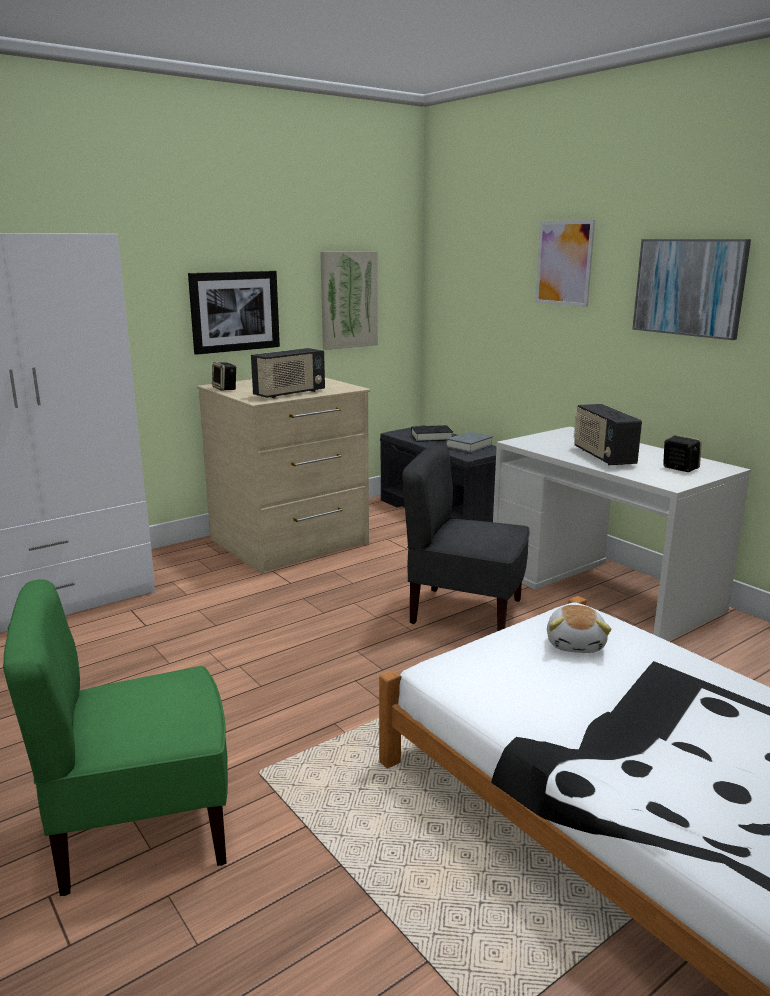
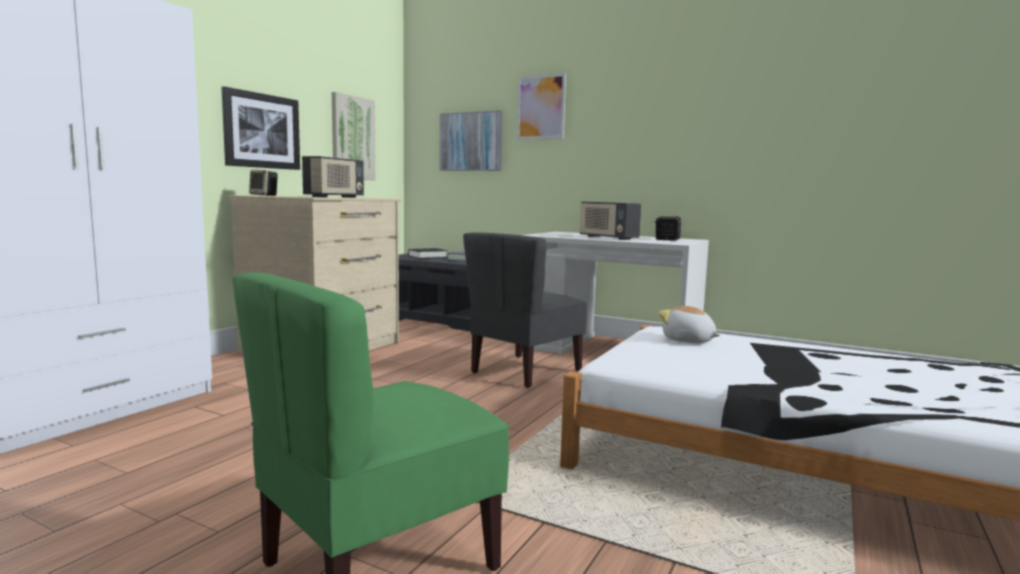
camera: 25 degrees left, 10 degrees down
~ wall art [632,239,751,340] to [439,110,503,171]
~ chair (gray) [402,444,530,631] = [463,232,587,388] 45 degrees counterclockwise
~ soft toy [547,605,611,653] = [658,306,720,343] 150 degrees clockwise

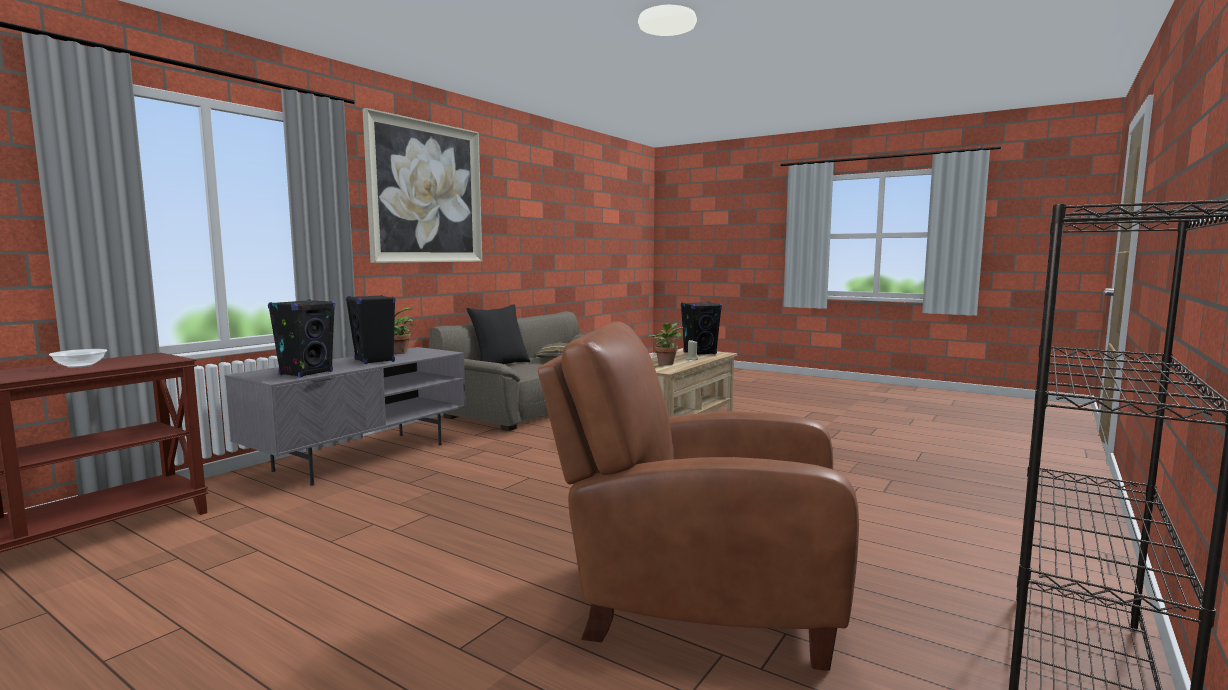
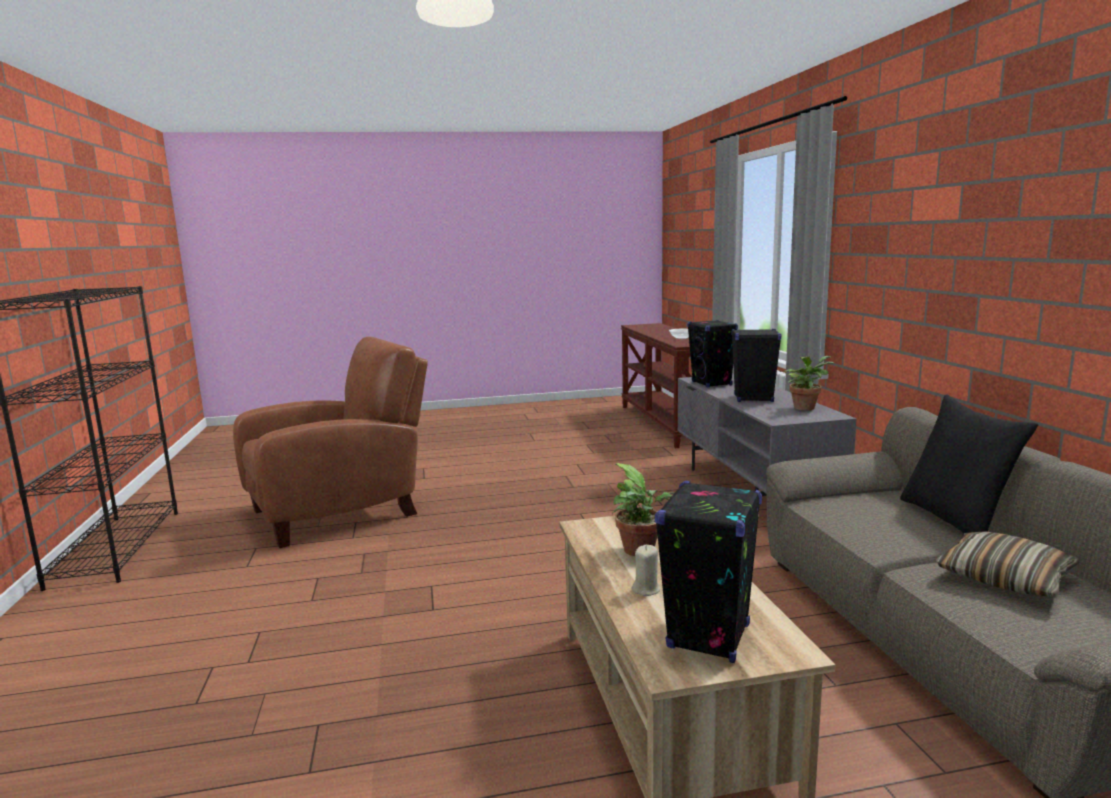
camera: 135 degrees right, 5 degrees up
- wall art [362,108,482,263]

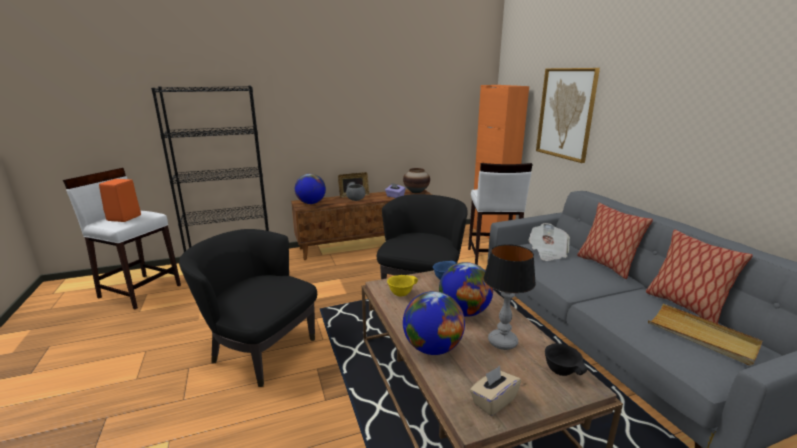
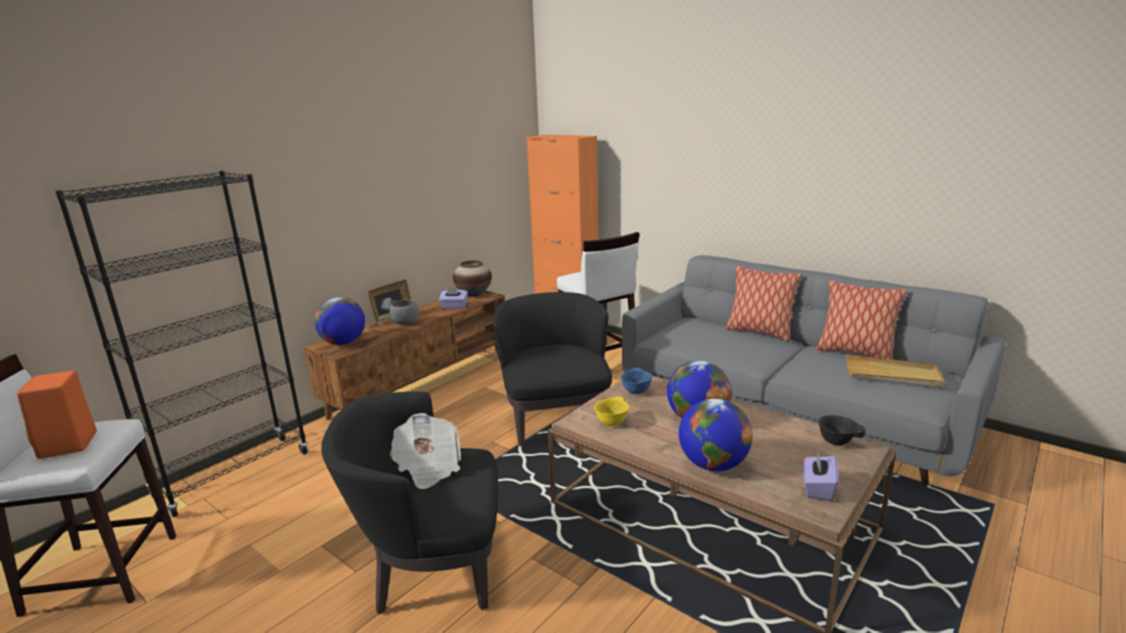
camera: 30 degrees left, 0 degrees up
- table lamp [484,244,536,350]
- wall art [536,68,600,163]
~ daily paper [528,223,570,261] to [390,413,461,489]
~ box of tissues (beige-coloured) [470,366,521,416] to box of tissues (purple-coloured) [803,451,839,501]

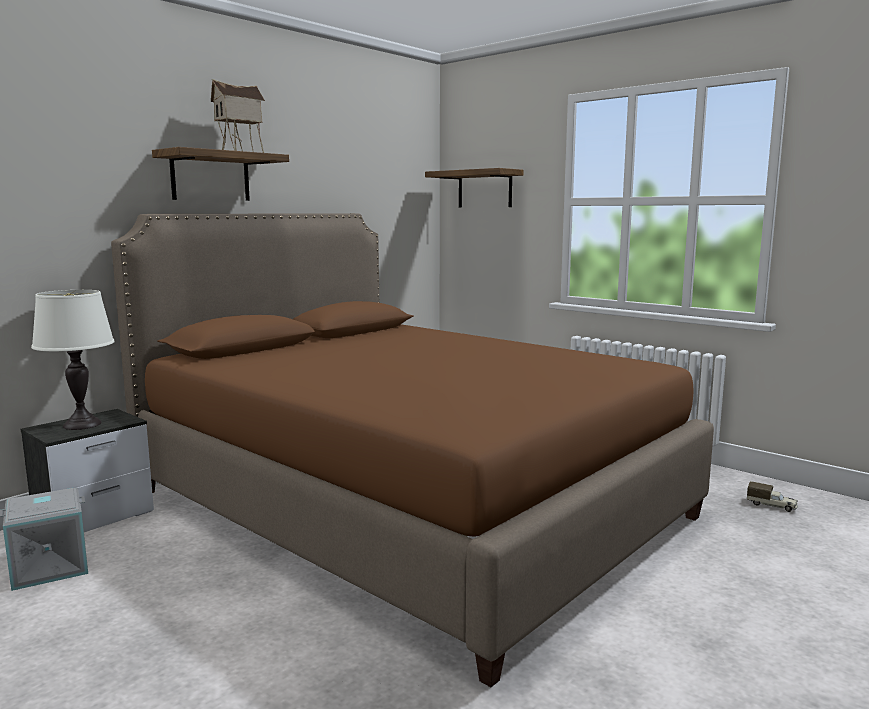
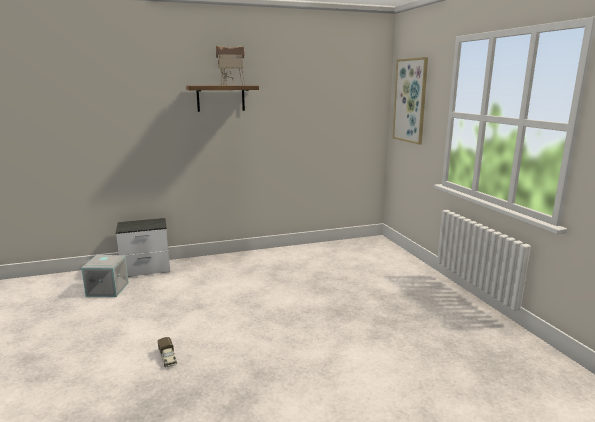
camera: 30 degrees right, 5 degrees up
- table lamp (white) [31,290,115,430]
- bedroom bed (brown) [111,213,714,687]
~ model truck [747,481,798,512] to [158,337,177,367]
~ wall shelf [425,168,524,207] to wall art [393,57,428,144]

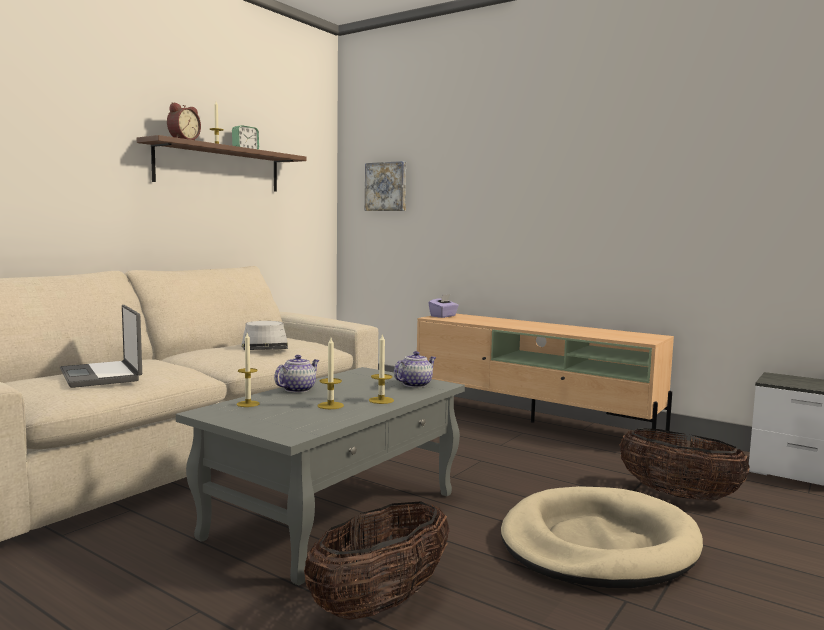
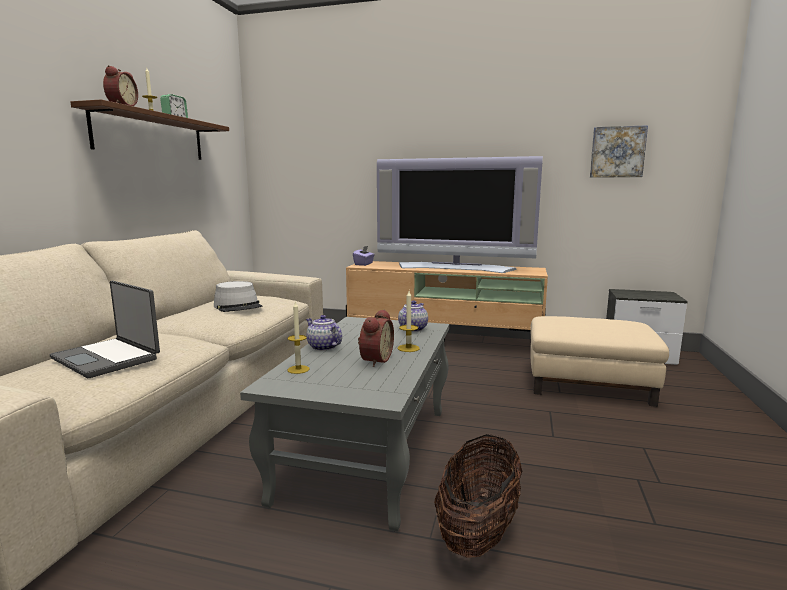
camera: 20 degrees left, 5 degrees up
- dog cushion (beige-coloured) [501,486,703,588]
+ television [377,156,543,273]
~ wall art [365,161,406,211] to [590,125,648,178]
~ wax candle [317,338,344,409] to bedside clock [358,309,394,367]
~ basket [619,428,750,501] to pouffe (beige-coloured) [530,316,669,407]
~ pot for tea [274,355,319,393] = [306,315,342,351] 60 degrees counterclockwise

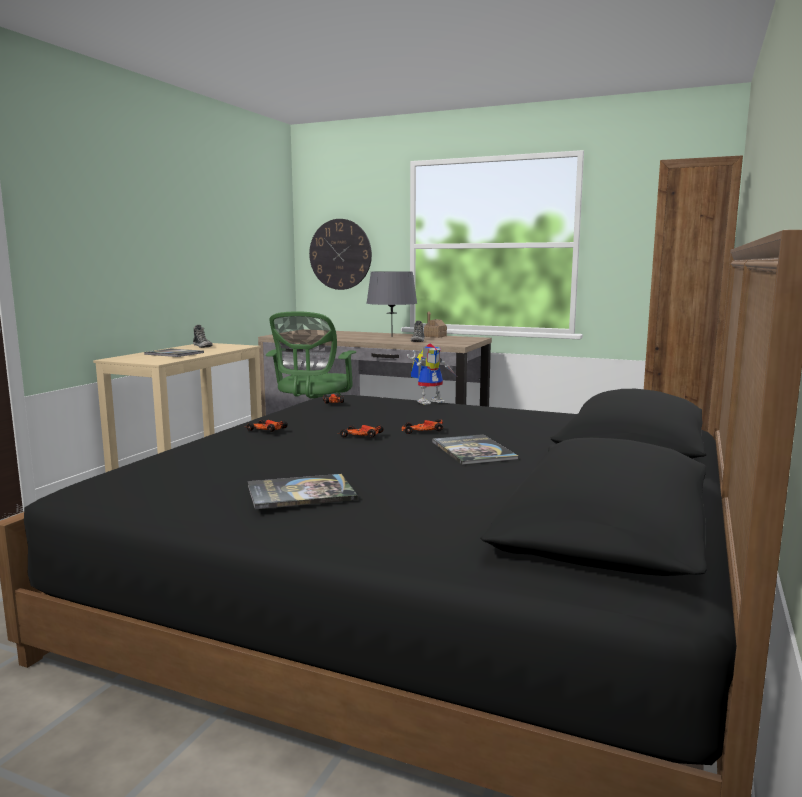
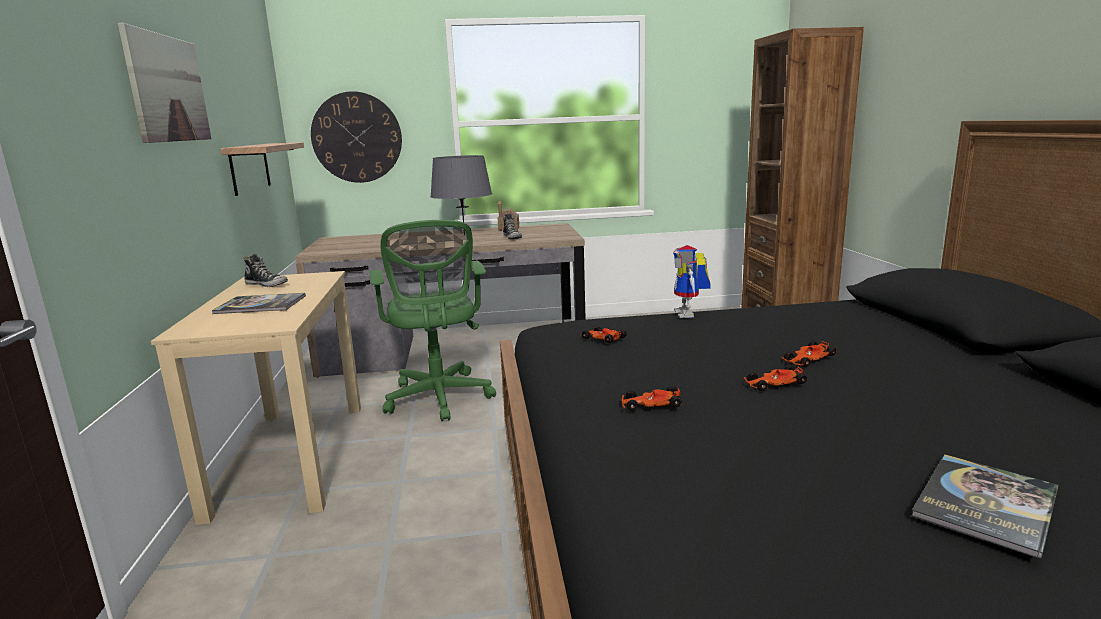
camera: 30 degrees left, 5 degrees up
- bound book [432,434,518,465]
+ wall art [118,23,211,143]
+ wall shelf [221,142,304,196]
~ robot figure [407,343,456,405] = [673,245,711,318] 150 degrees clockwise

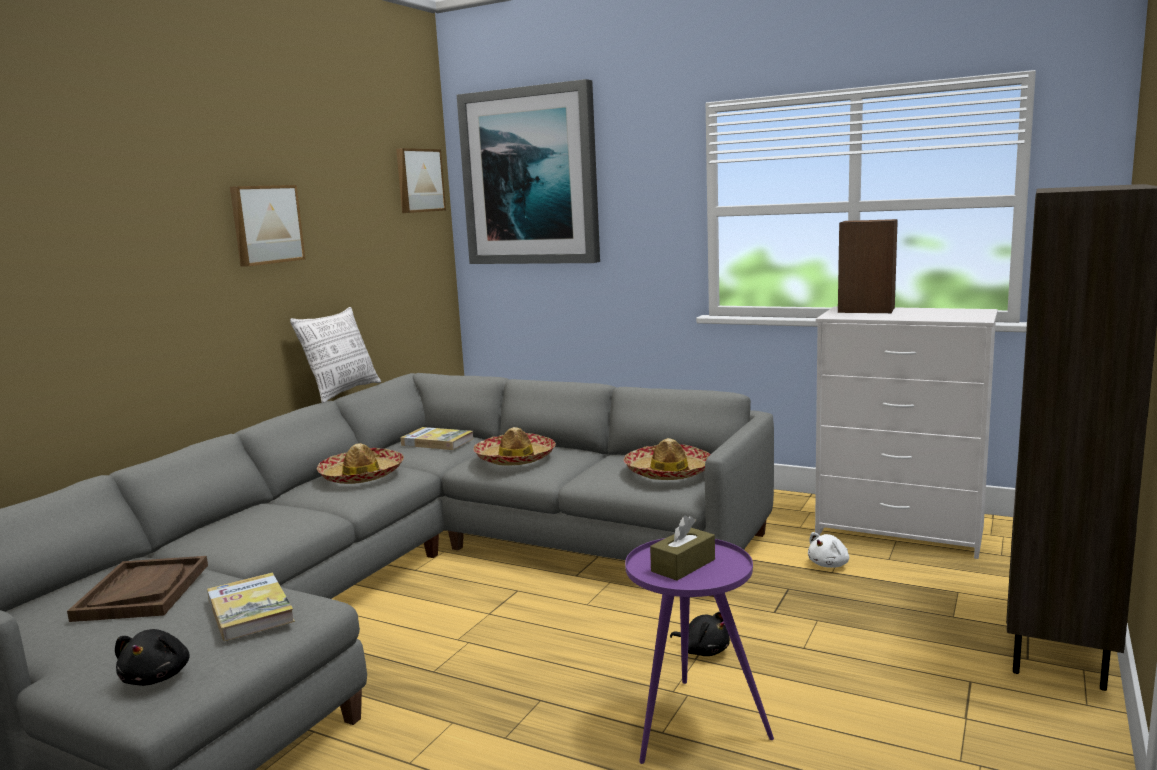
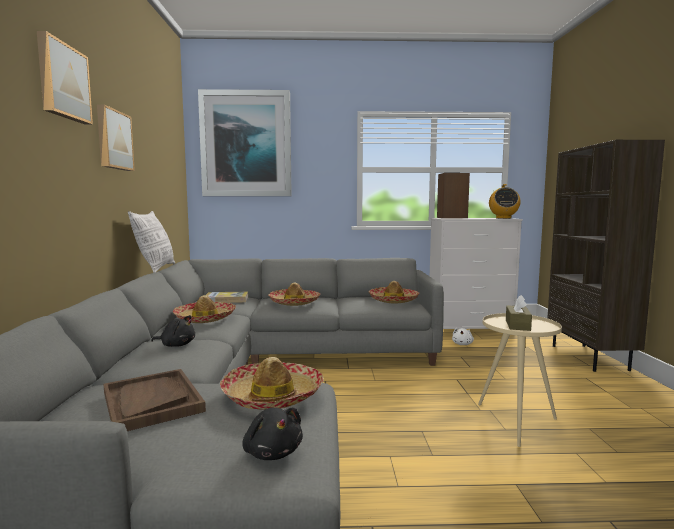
camera: 30 degrees left, 5 degrees down
+ radio set [489,184,521,219]
~ wall art [396,148,446,213] to [37,31,93,124]
~ soft toy (black-coloured) [670,612,730,656] to [151,315,195,347]
~ bound book [207,572,295,641] to hat [220,357,324,410]
~ side table (purple-coloured) [625,538,774,764] to side table (beige-coloured) [478,313,562,447]

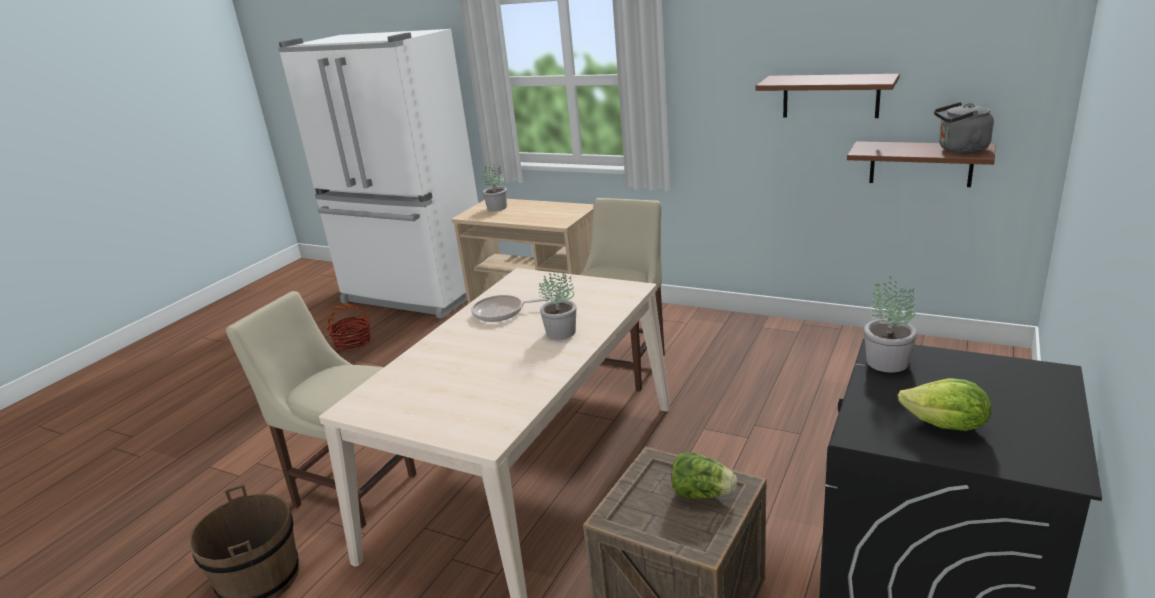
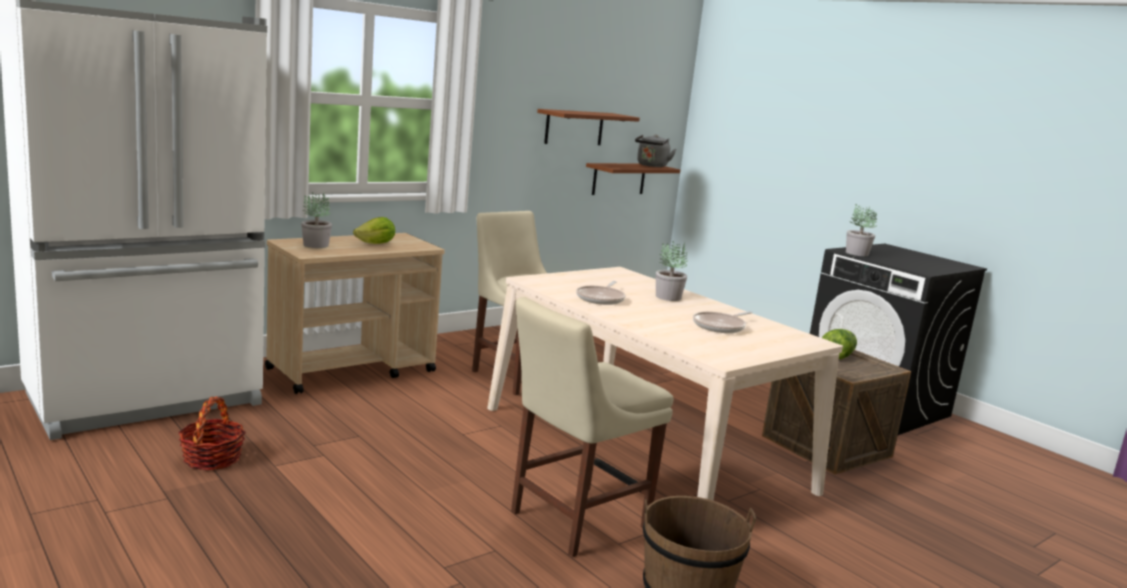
camera: 70 degrees left, 10 degrees down
+ frying pan [693,311,752,333]
~ lettuce [898,378,991,431] to [353,217,395,244]

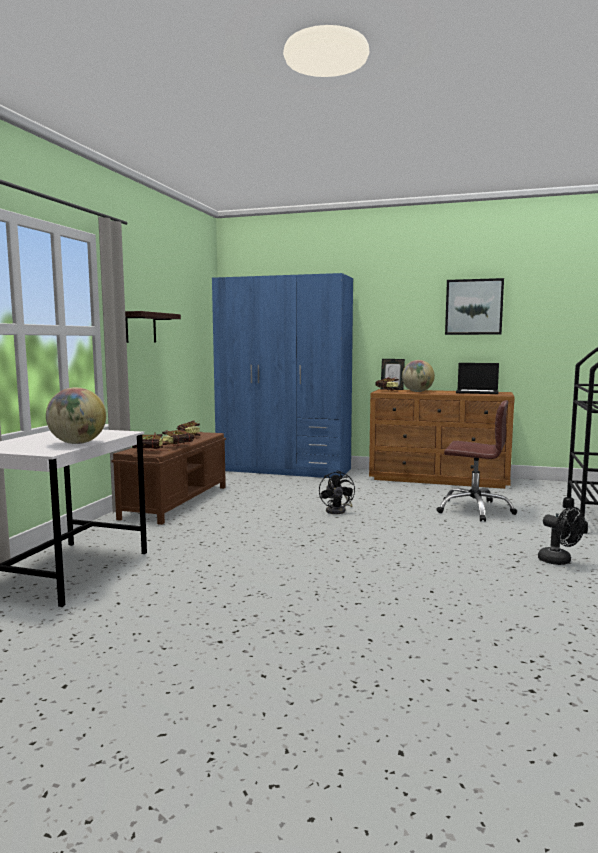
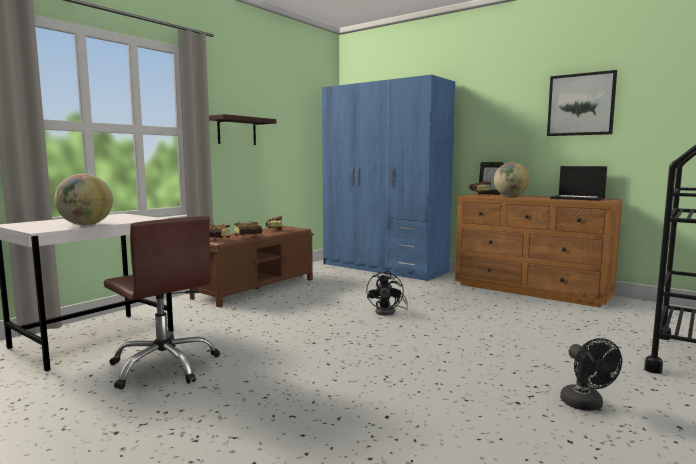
camera: 20 degrees right, 0 degrees up
~ office chair (brown) [436,400,517,522] to [104,216,220,390]

